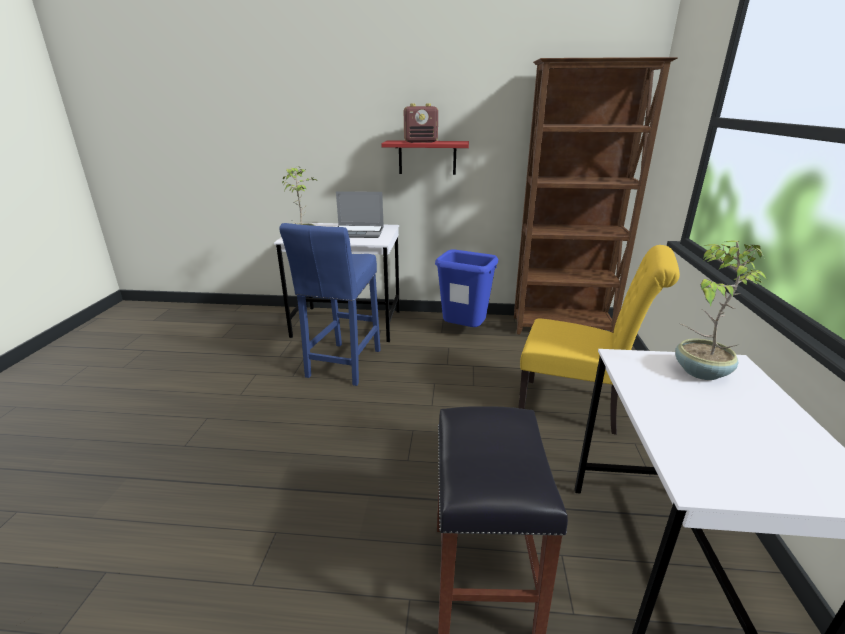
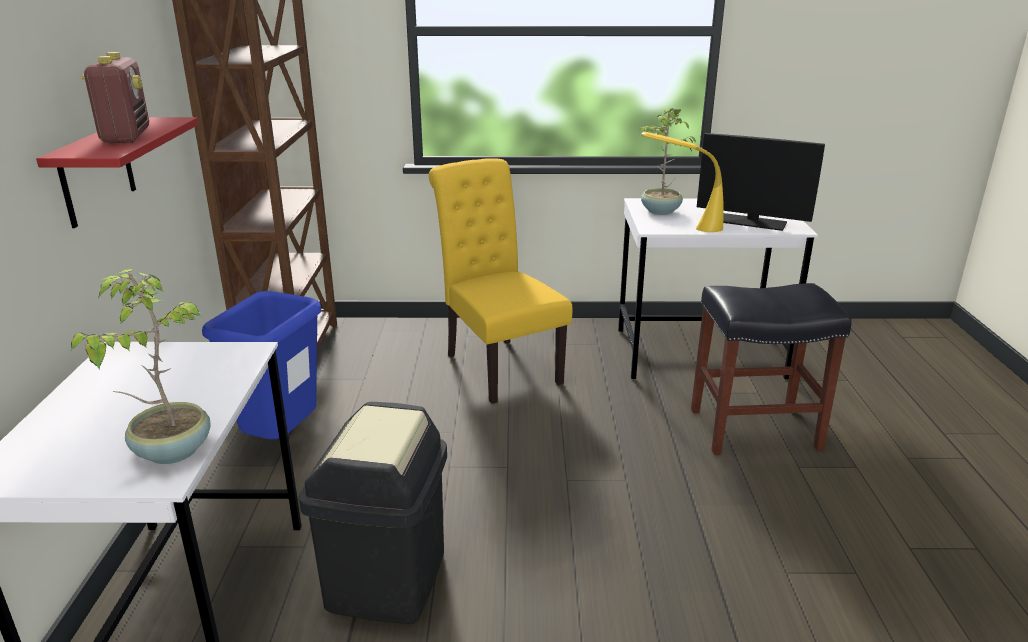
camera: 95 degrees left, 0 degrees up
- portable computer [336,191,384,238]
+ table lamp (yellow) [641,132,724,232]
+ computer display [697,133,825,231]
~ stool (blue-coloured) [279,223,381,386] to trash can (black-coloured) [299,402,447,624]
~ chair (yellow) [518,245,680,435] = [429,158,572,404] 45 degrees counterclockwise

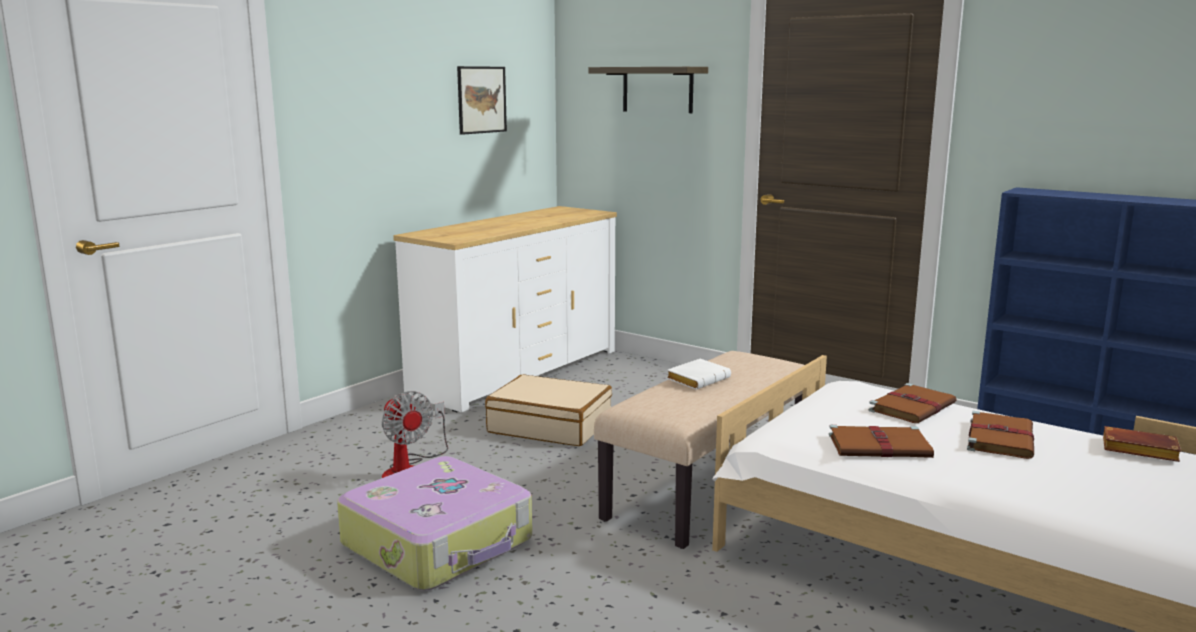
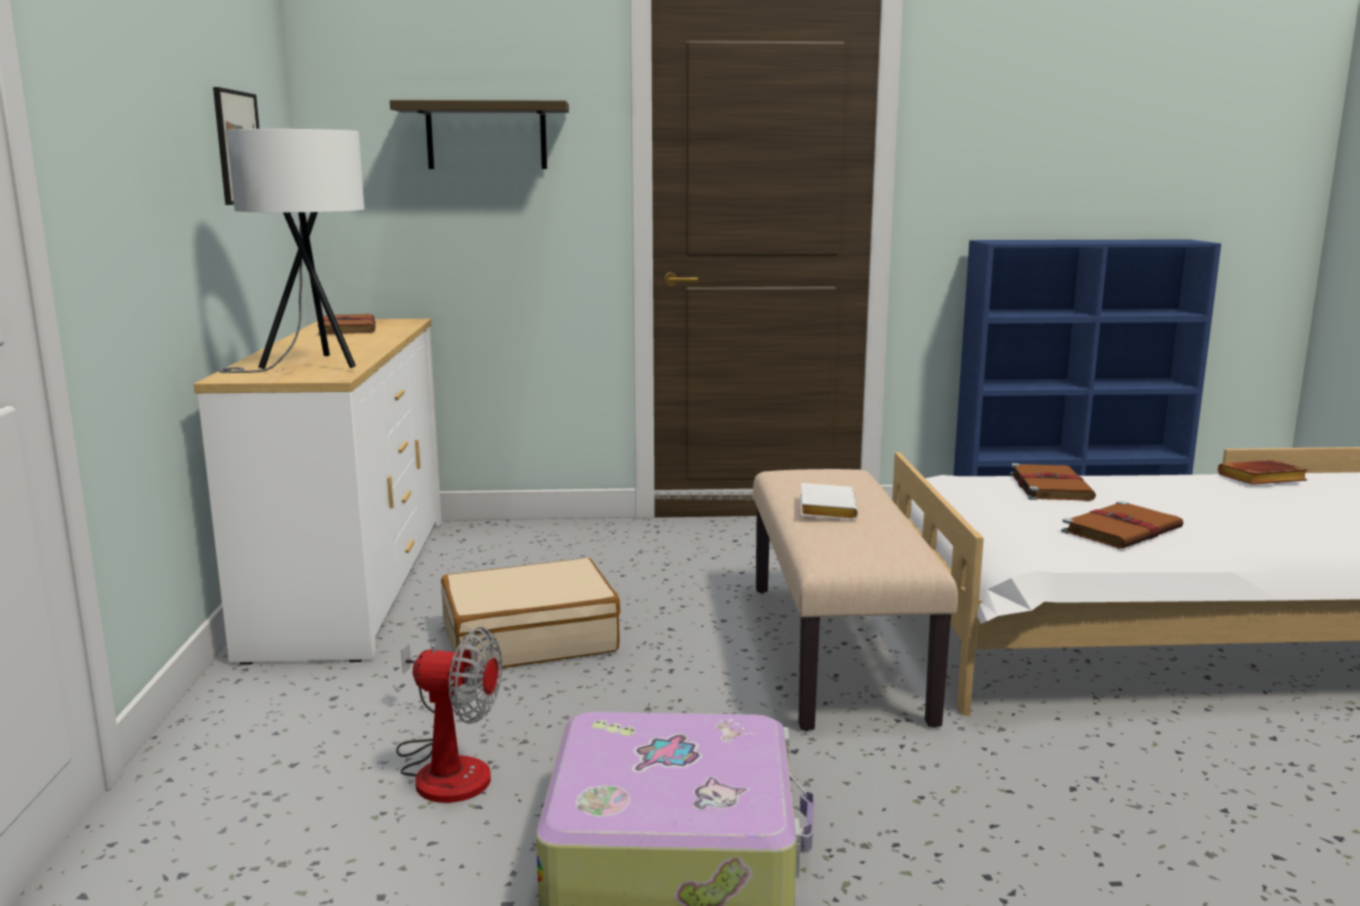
camera: 40 degrees left, 0 degrees up
+ table lamp (white) [219,129,364,373]
~ bound book (brown) [967,411,1034,459] to [318,314,376,336]

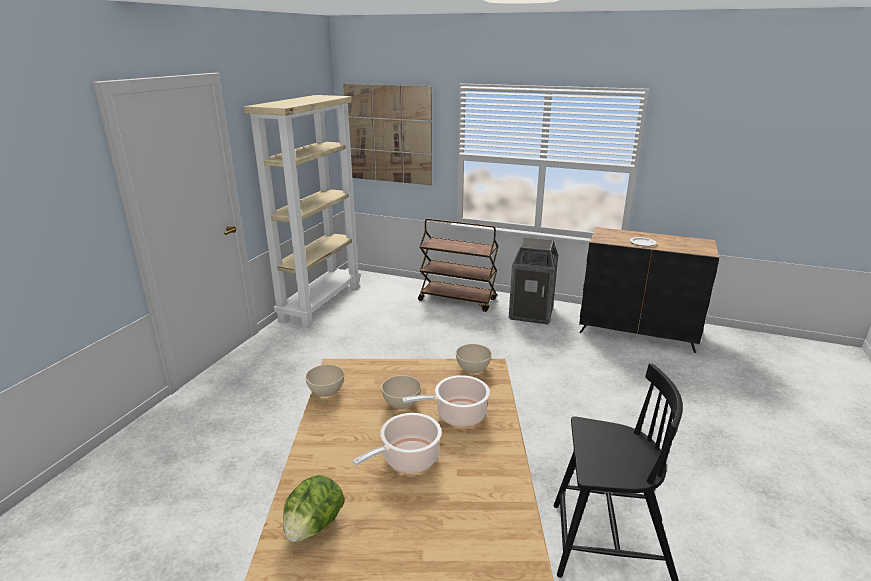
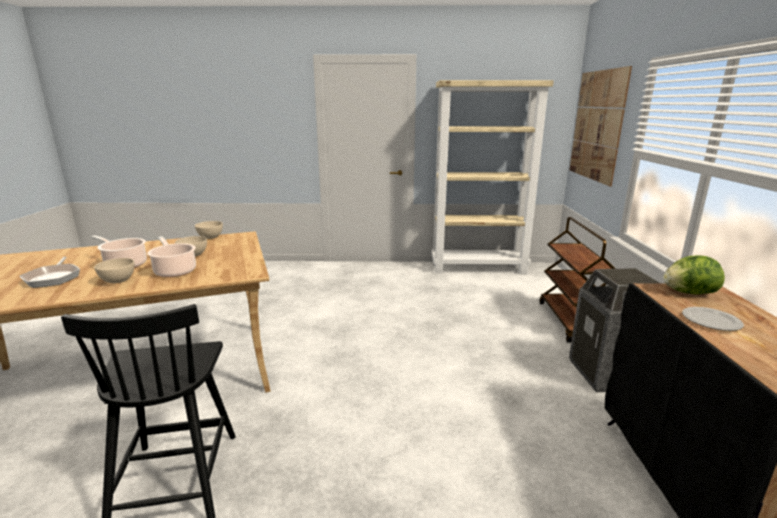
camera: 70 degrees right, 5 degrees down
+ frying pan [20,257,80,288]
~ lettuce [283,475,345,542] to [663,255,725,294]
~ bowl (beige-coloured) [456,344,492,373] to [94,258,134,283]

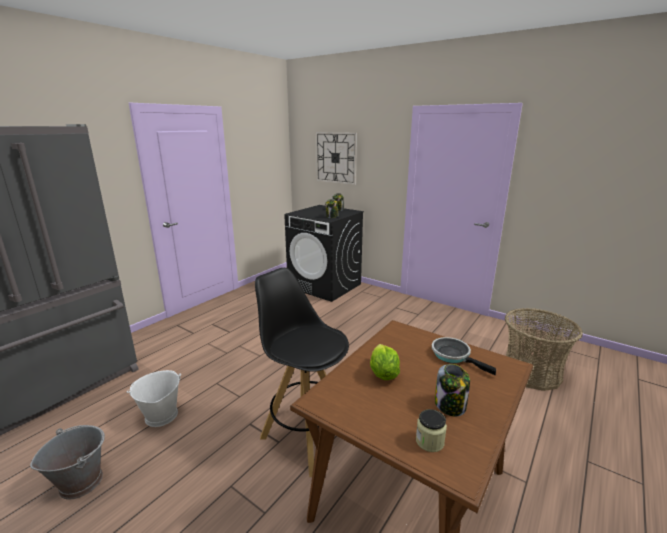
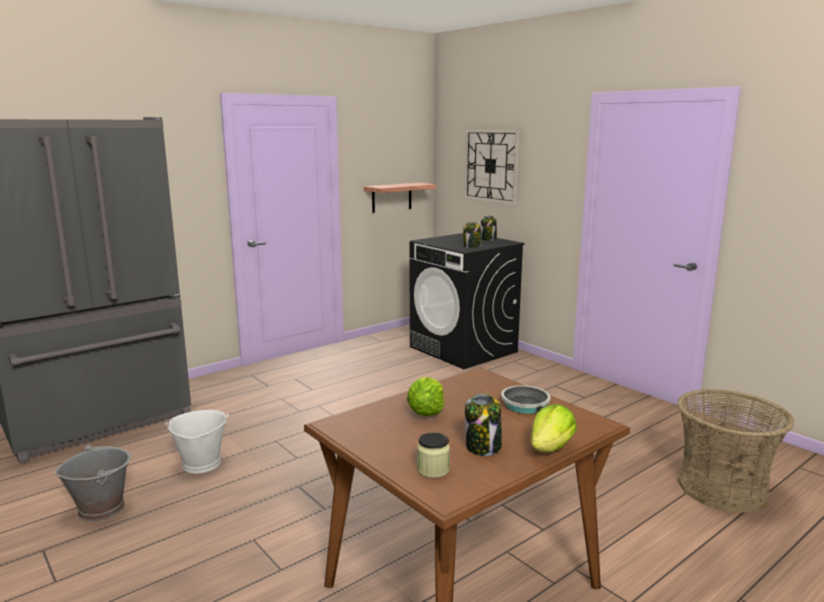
camera: 15 degrees right, 5 degrees down
- stool (black-coloured) [255,268,349,477]
+ wall shelf [364,182,436,213]
+ lettuce [531,404,577,453]

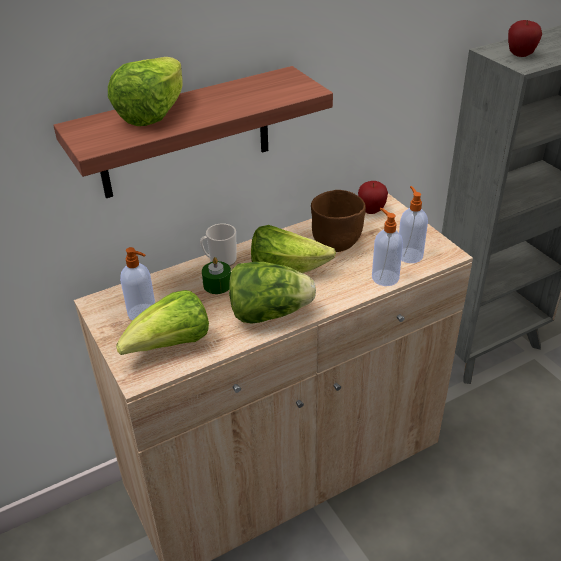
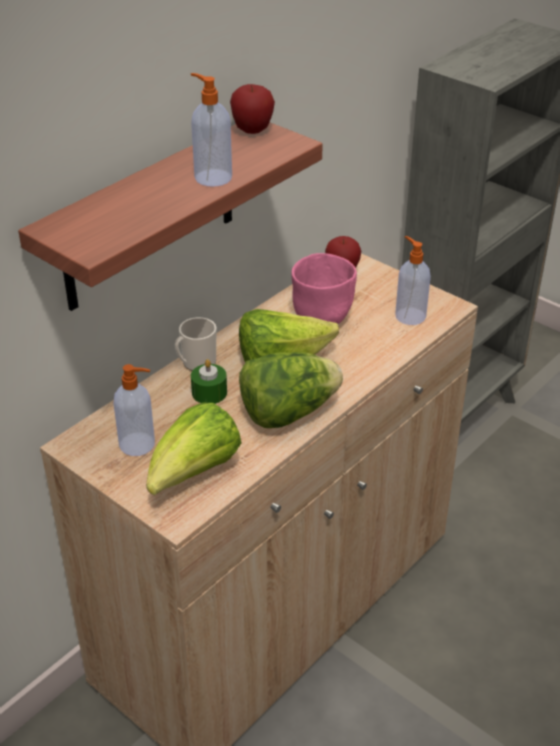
camera: 20 degrees left, 0 degrees up
- lettuce [108,57,183,126]
~ soap bottle [372,208,403,286] to [191,73,232,187]
~ apple [508,20,542,57] to [230,84,275,134]
~ bowl (brown) [311,190,366,252] to bowl (pinkish) [291,253,357,324]

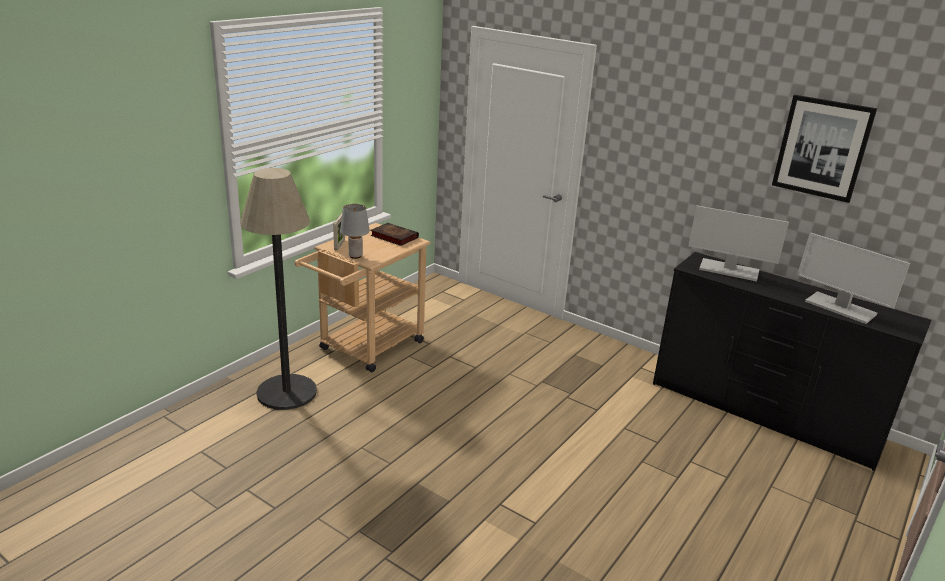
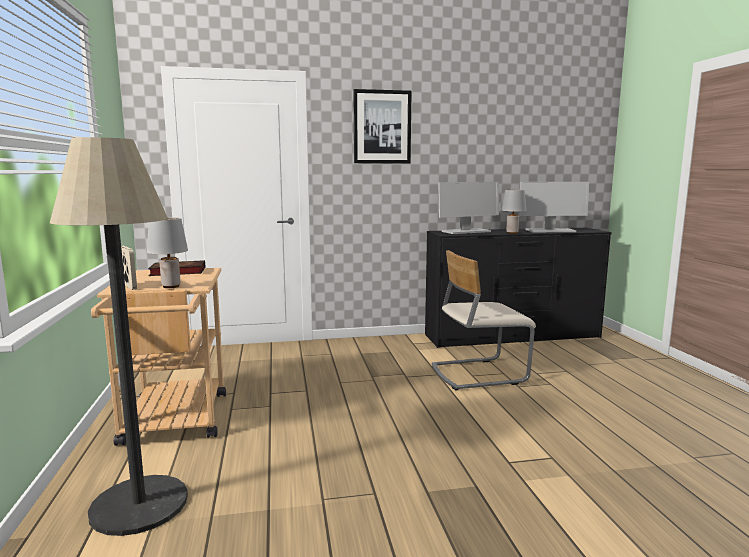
camera: 45 degrees left, 15 degrees down
+ chair (beige-coloured) [432,250,536,391]
+ table lamp (gray) [502,190,526,234]
~ wall art [772,95,877,203] to [353,89,412,164]

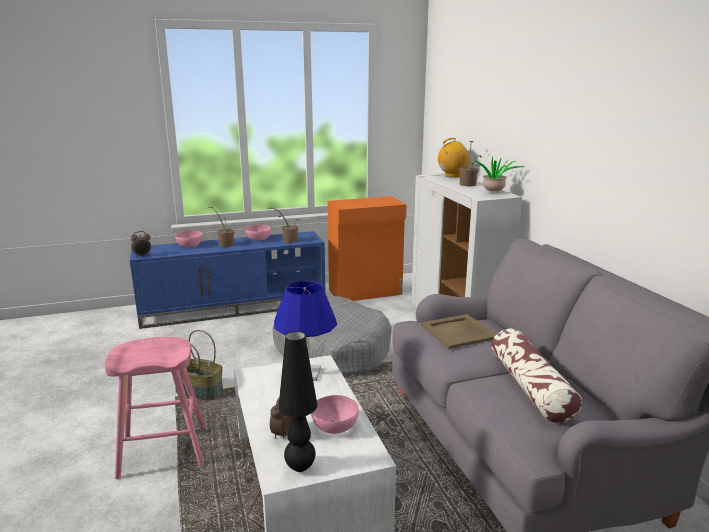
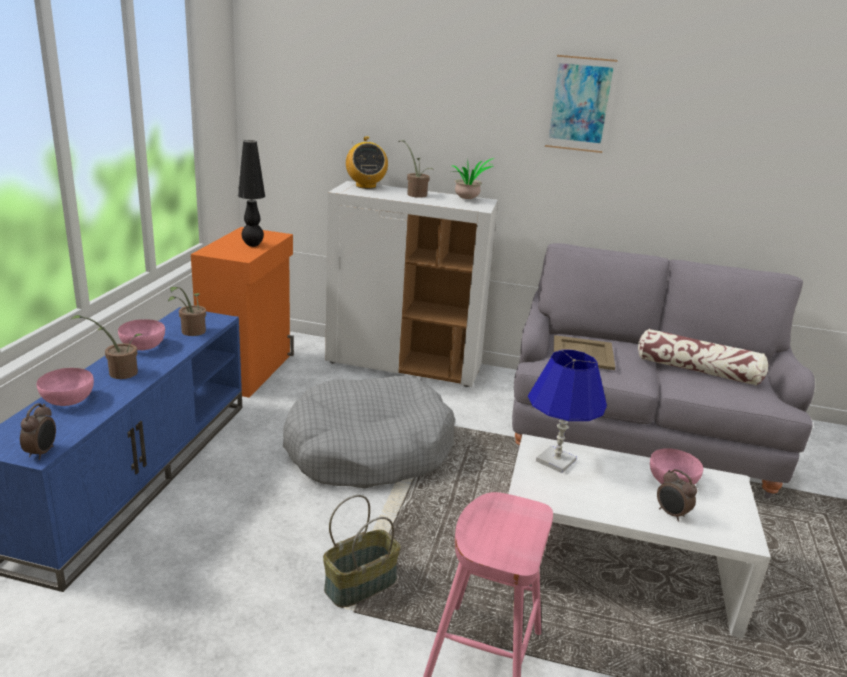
camera: 60 degrees left, 5 degrees up
+ wall art [545,55,618,153]
~ table lamp (black-coloured) [278,331,318,472] to [238,140,265,247]
~ radio set [438,138,471,178] = [346,136,388,189] 150 degrees clockwise

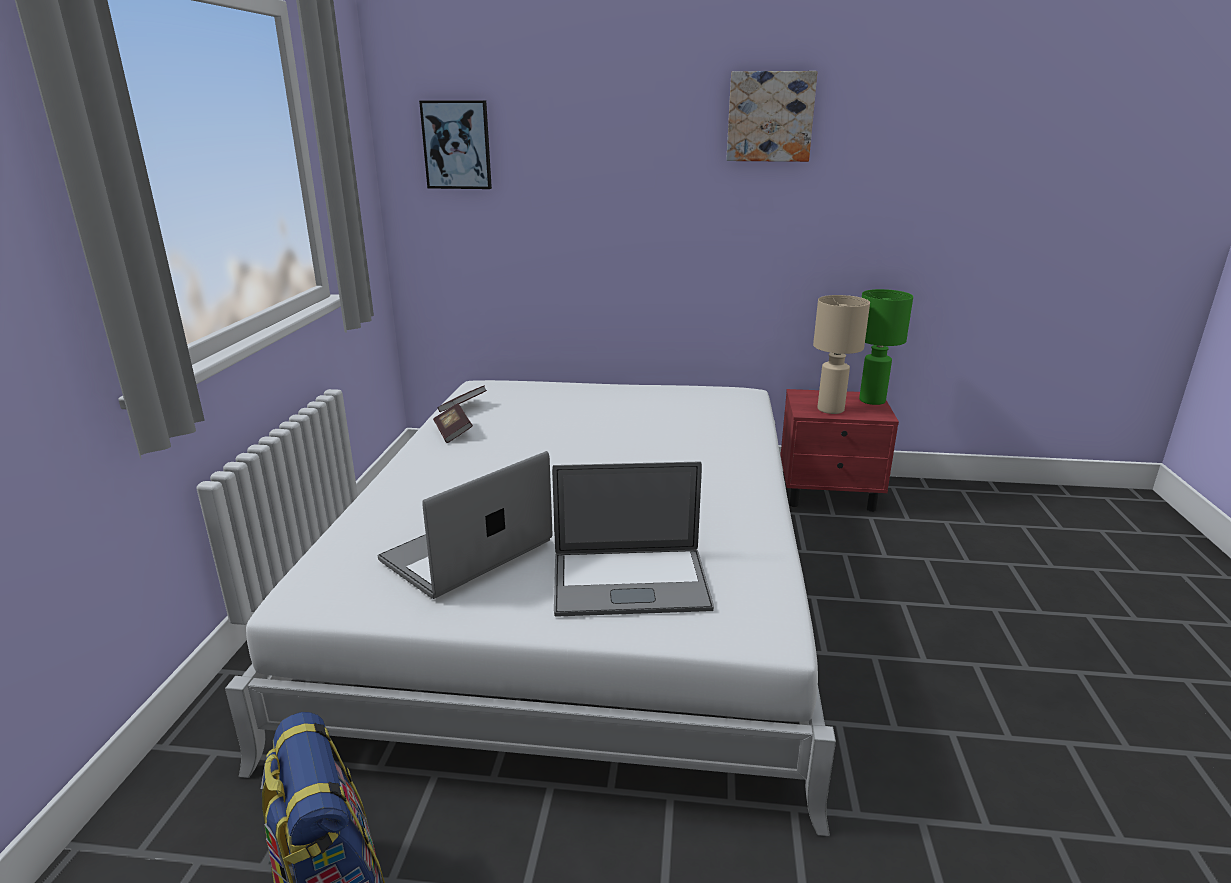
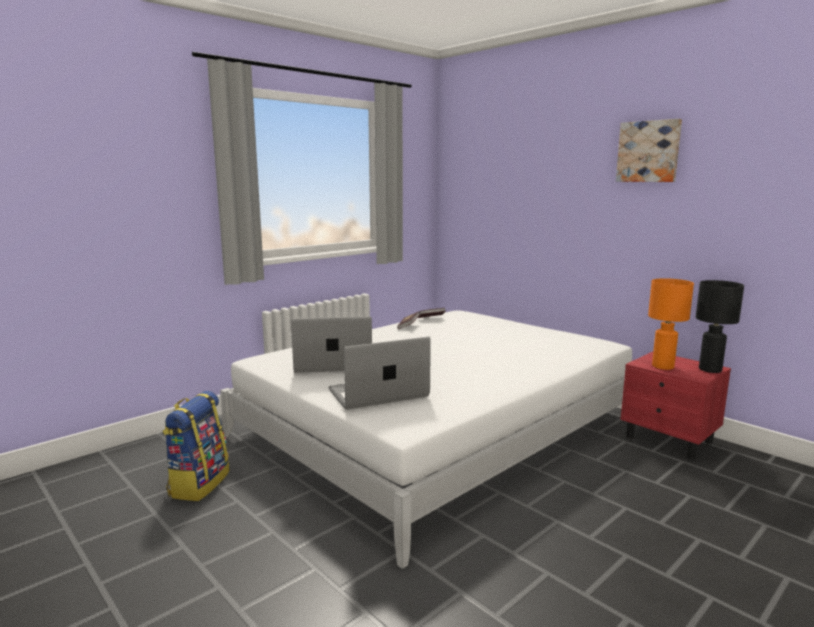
camera: 40 degrees right, 10 degrees down
- wall art [419,101,492,189]
~ table lamp (beige-coloured) [813,295,870,414] to table lamp (orange) [648,278,694,370]
~ table lamp (green-coloured) [859,289,913,405] to table lamp (black-coloured) [696,280,744,373]
~ portable computer [552,461,714,617] = [329,337,431,410] 120 degrees clockwise

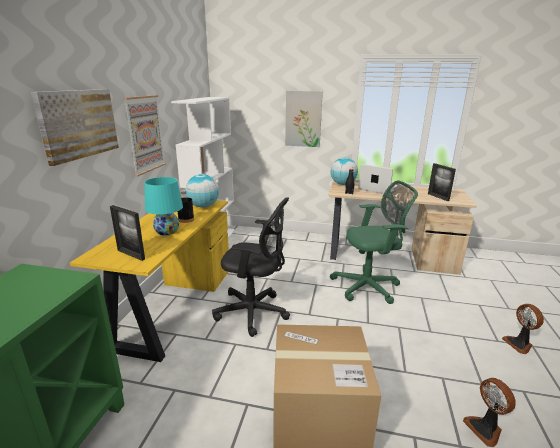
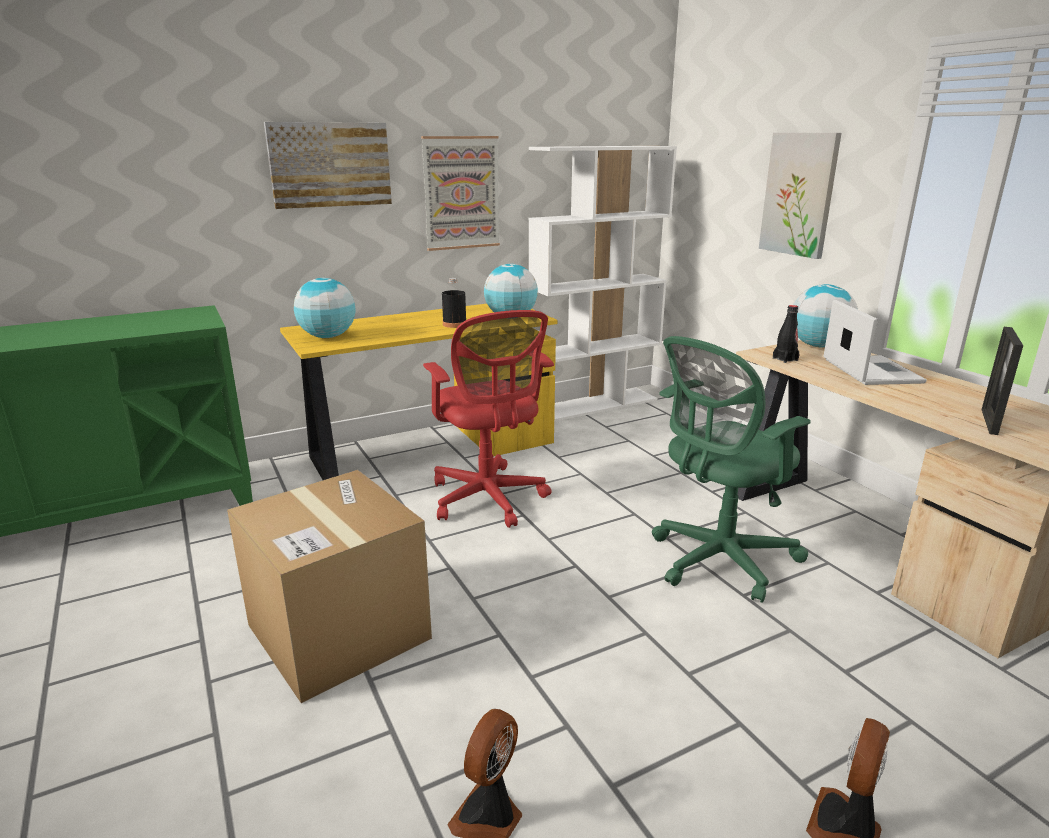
camera: 50 degrees right, 0 degrees up
- table lamp (blue-green) [145,177,183,235]
~ standing frame [110,205,145,261] to globe [294,278,355,338]
~ office chair (black-coloured) [212,197,290,337] to office chair (red-coloured) [423,310,554,528]
~ office chair (green-coloured) [330,180,418,304] = [652,336,811,603] 105 degrees clockwise

